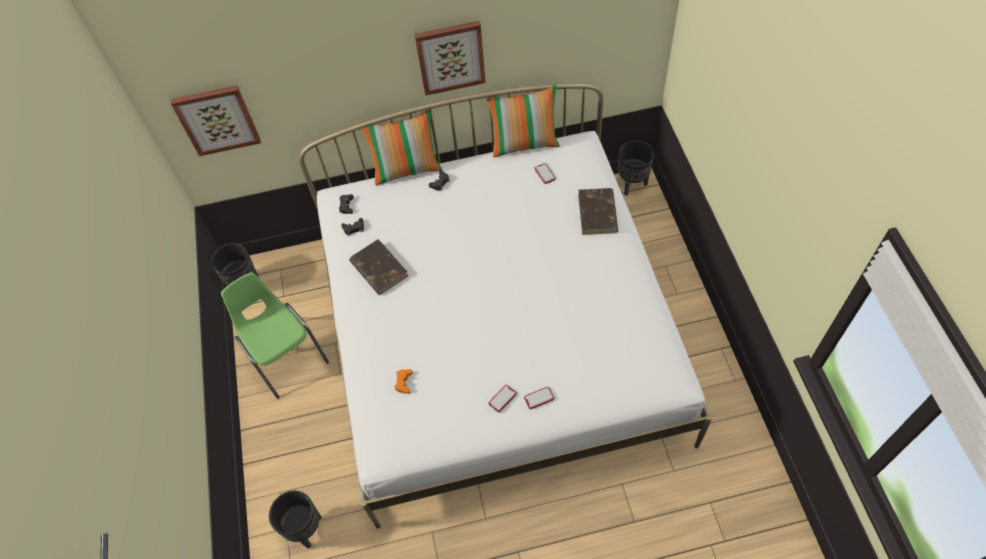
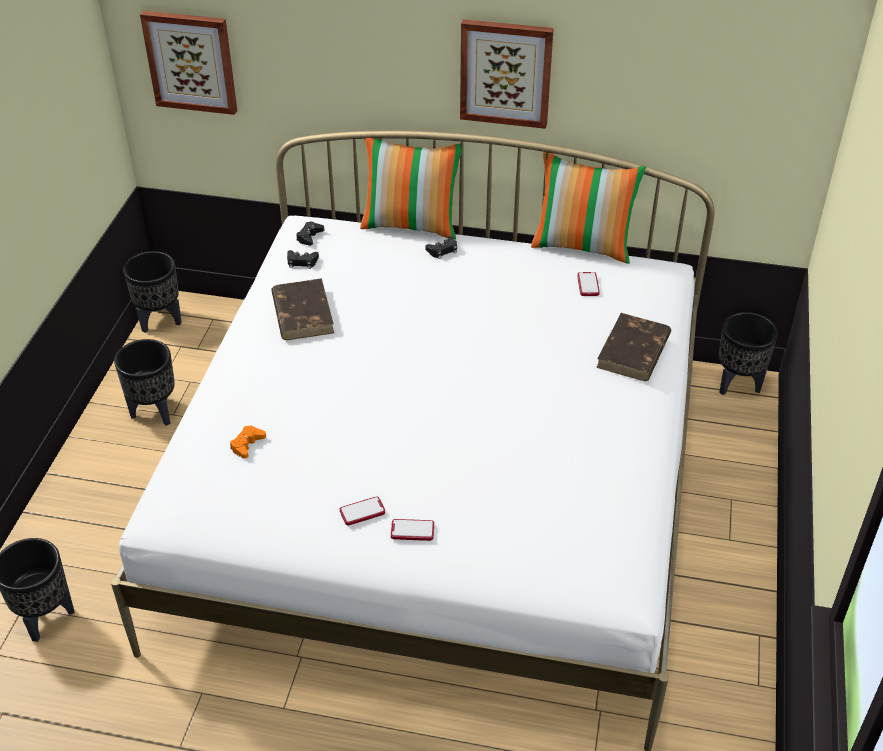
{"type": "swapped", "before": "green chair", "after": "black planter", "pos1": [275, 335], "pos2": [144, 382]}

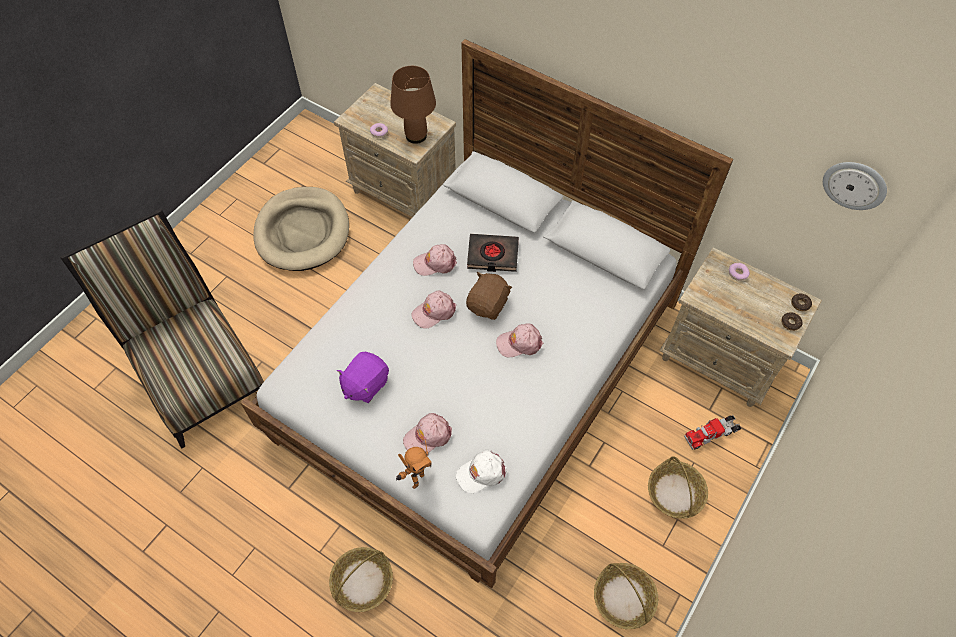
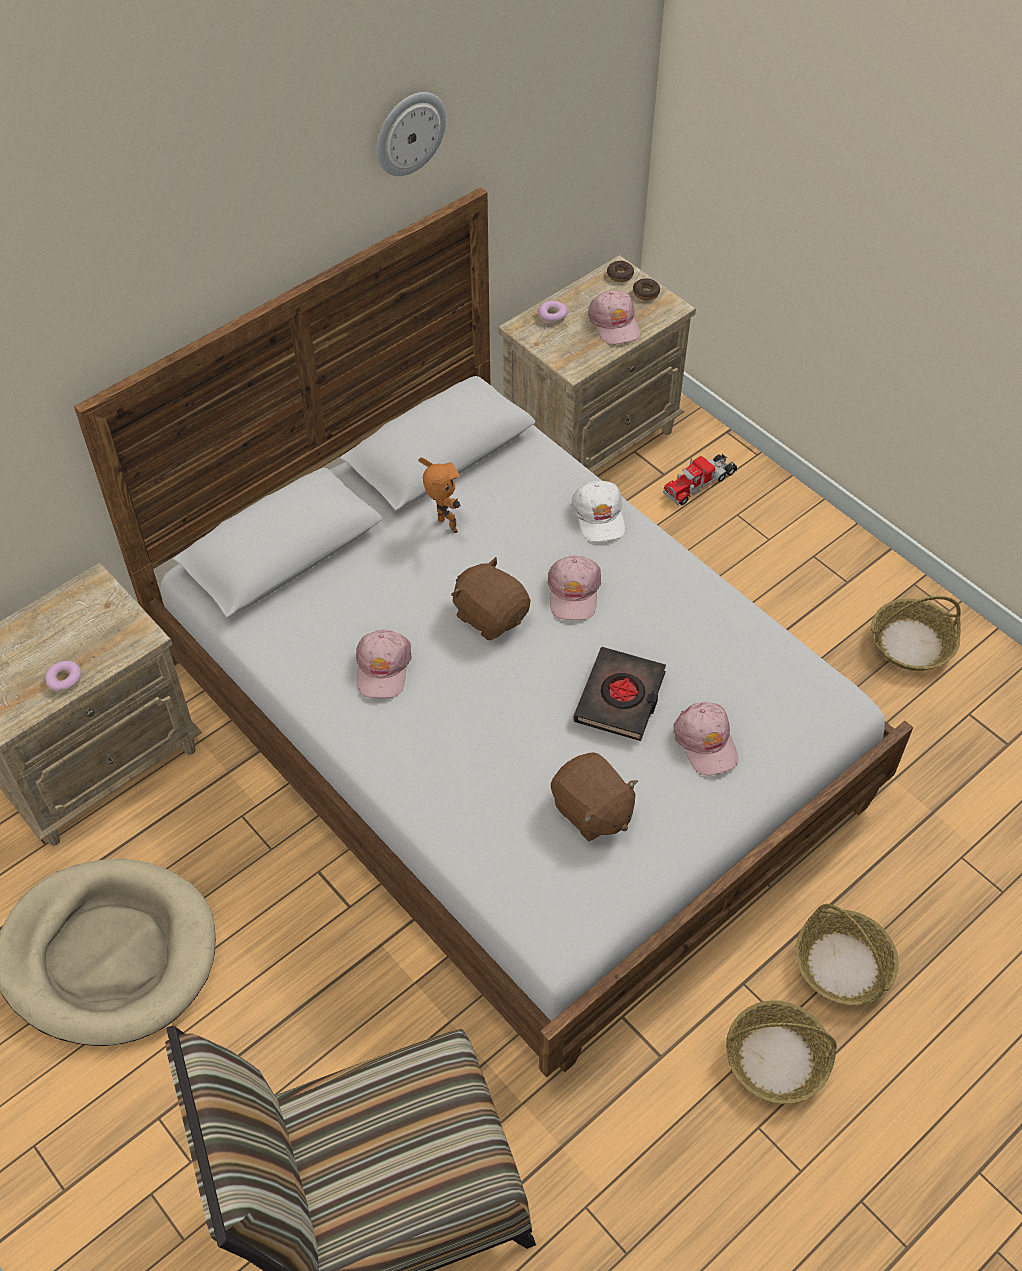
{"type": "repainted", "before": "purple plush toy", "after": "brown plush toy", "pos1": [363, 377], "pos2": [594, 796]}
{"type": "gone", "before": "brown table lamp", "pos1": [413, 105]}
{"type": "shifted", "before": "toy robot", "pos1": [414, 464], "pos2": [439, 495]}
{"type": "shifted", "before": "pink cap", "pos1": [433, 310], "pos2": [614, 317]}
{"type": "shifted", "before": "white cap", "pos1": [481, 471], "pos2": [598, 511]}
{"type": "shifted", "before": "black book", "pos1": [493, 253], "pos2": [619, 694]}
{"type": "shifted", "before": "basket", "pos1": [678, 487], "pos2": [781, 1052]}
{"type": "rotated", "before": "toy truck", "pos1": [712, 432], "pos2": [700, 480], "turn": 60}
{"type": "shifted", "before": "wall clock", "pos1": [855, 186], "pos2": [411, 134]}

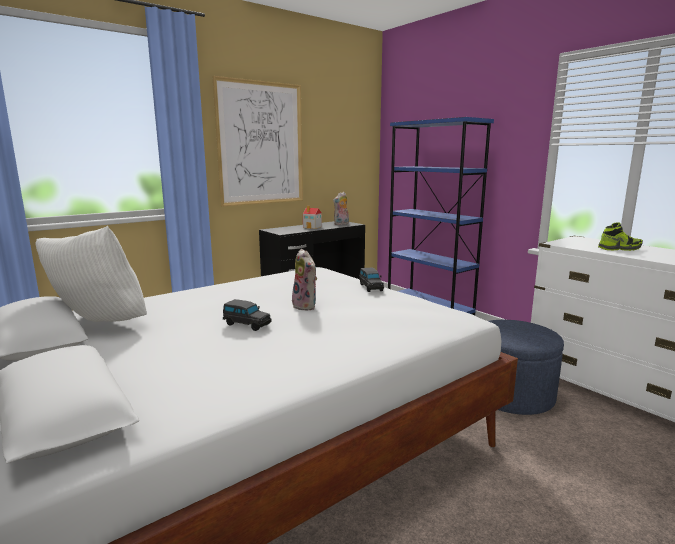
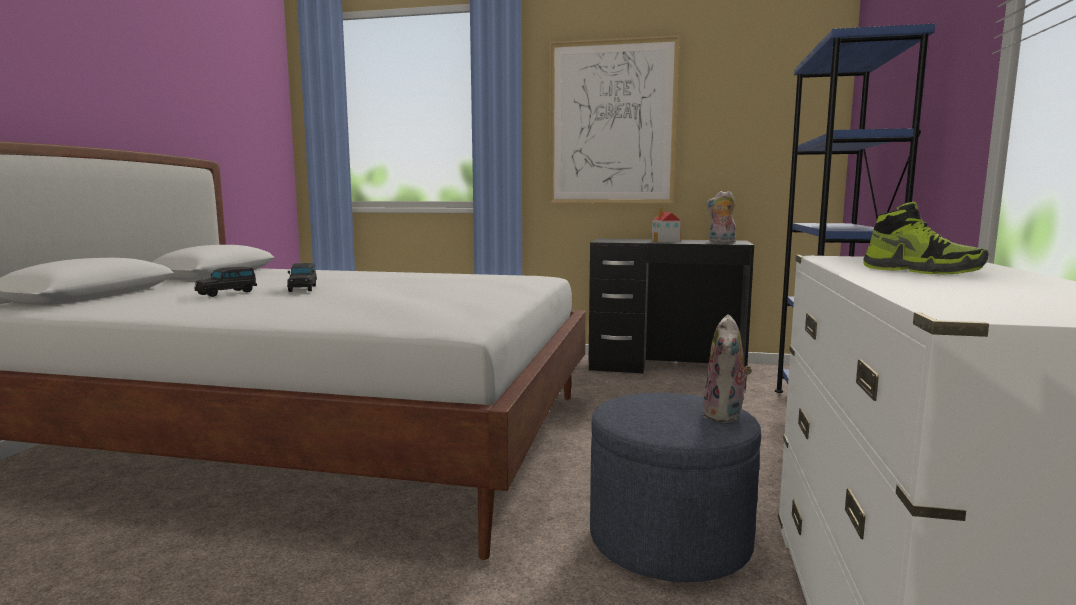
{"type": "gone", "before": "white pillow", "pos1": [91, 274]}
{"type": "shifted", "before": "plush toy", "pos1": [304, 279], "pos2": [727, 368]}
{"type": "shifted", "before": "black toy car", "pos1": [371, 279], "pos2": [225, 282]}

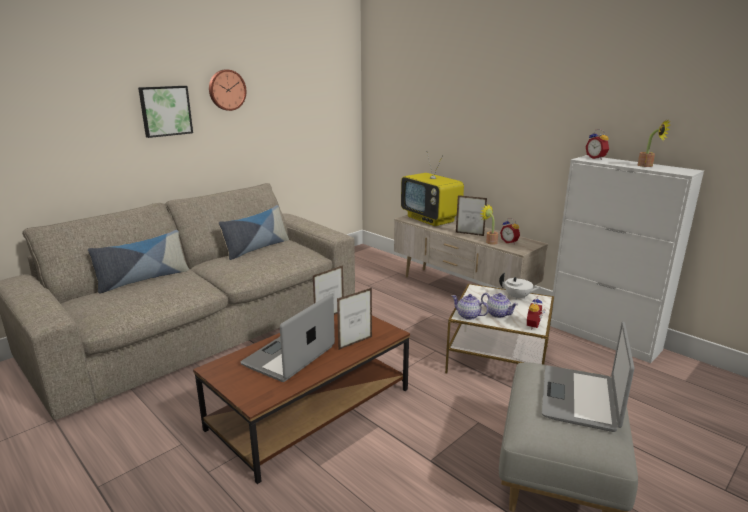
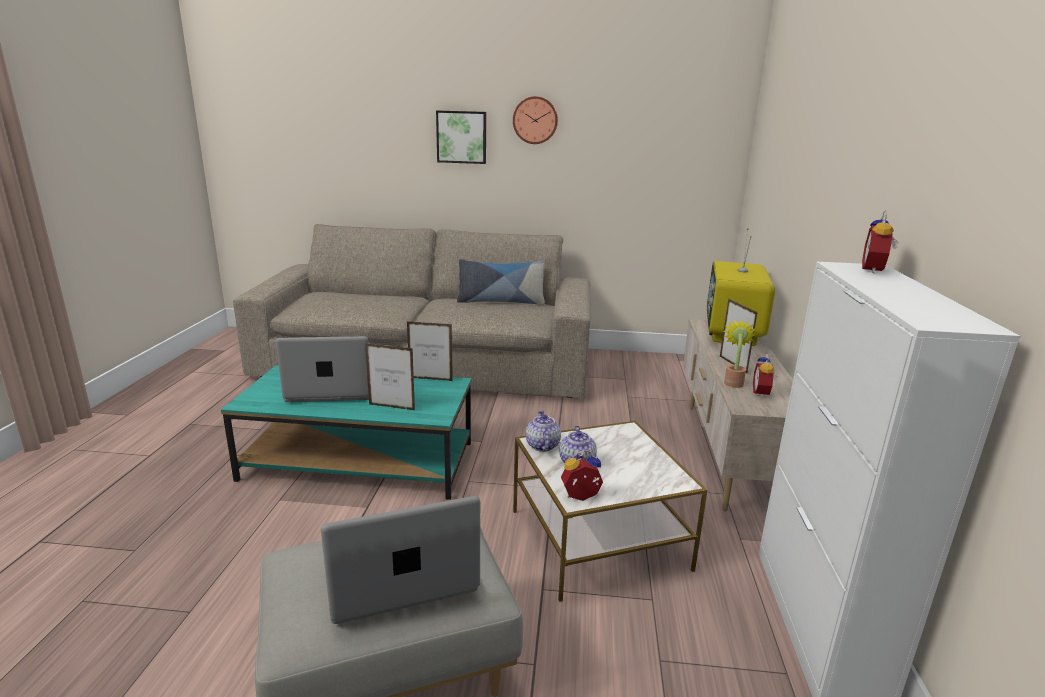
{"type": "gone", "before": "pillow", "pos1": [138, 261]}
{"type": "repainted", "before": "brown coffee table", "after": "turquoise coffee table", "pos1": [301, 399], "pos2": [346, 432]}
{"type": "gone", "before": "white teapot", "pos1": [520, 286]}
{"type": "gone", "before": "potted plant", "pos1": [654, 143]}

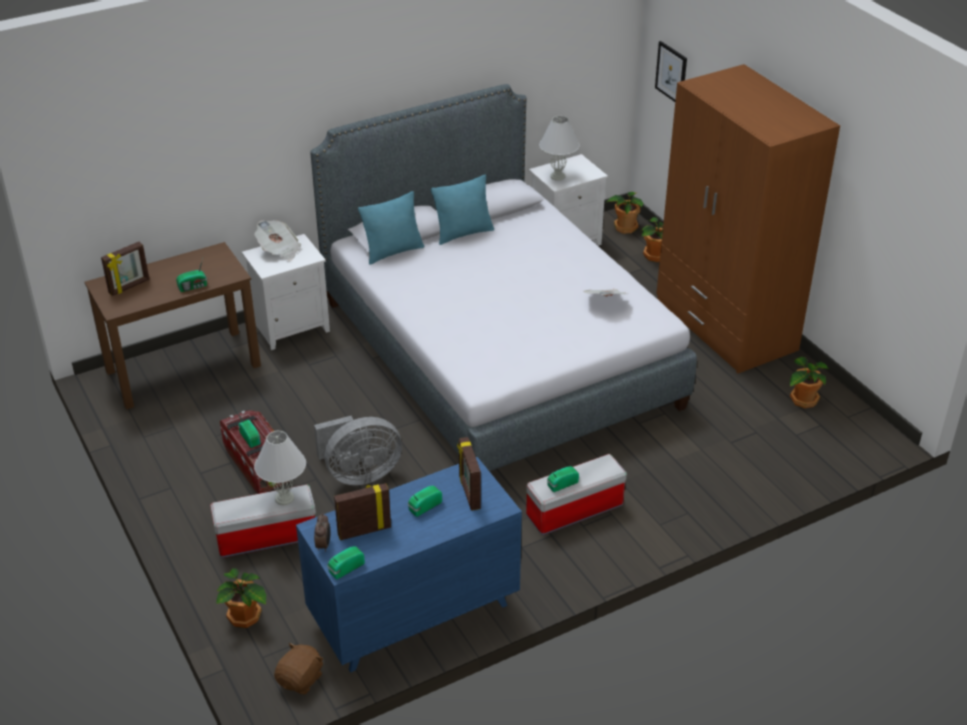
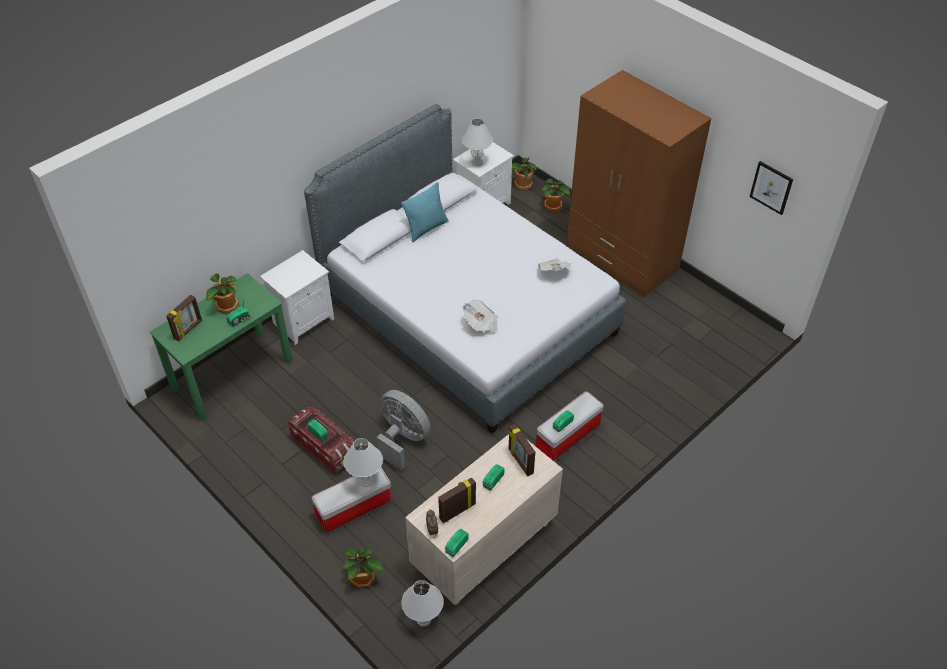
{"type": "repainted", "before": "brown desk", "after": "green desk", "pos1": [173, 326], "pos2": [221, 347]}
{"type": "shifted", "before": "newspaper", "pos1": [277, 240], "pos2": [480, 317]}
{"type": "swapped", "before": "brown plush toy", "after": "white table lamp", "pos1": [298, 669], "pos2": [422, 603]}
{"type": "repainted", "before": "blue dresser", "after": "beige dresser", "pos1": [409, 565], "pos2": [484, 519]}
{"type": "rotated", "before": "grey fan", "pos1": [358, 450], "pos2": [403, 430], "turn": -105}
{"type": "gone", "before": "turquoise pillow", "pos1": [391, 228]}
{"type": "shifted", "before": "picture", "pos1": [671, 71], "pos2": [771, 188]}
{"type": "shifted", "before": "potted plant", "pos1": [810, 382], "pos2": [222, 293]}

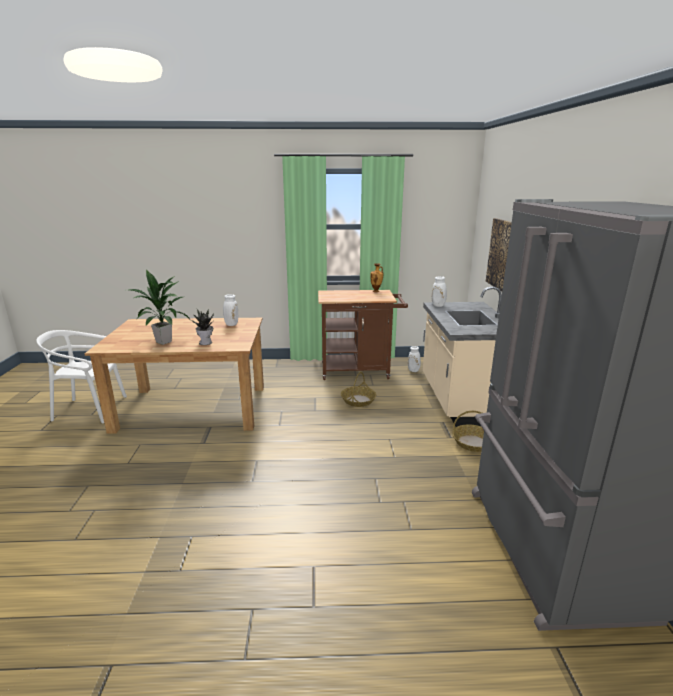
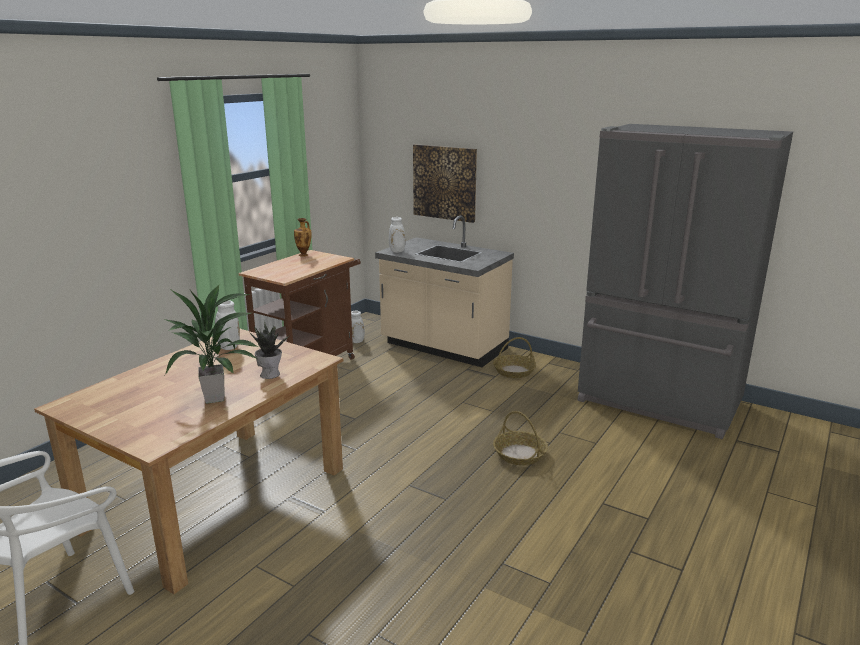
{"type": "shifted", "before": "basket", "pos1": [358, 389], "pos2": [520, 438]}

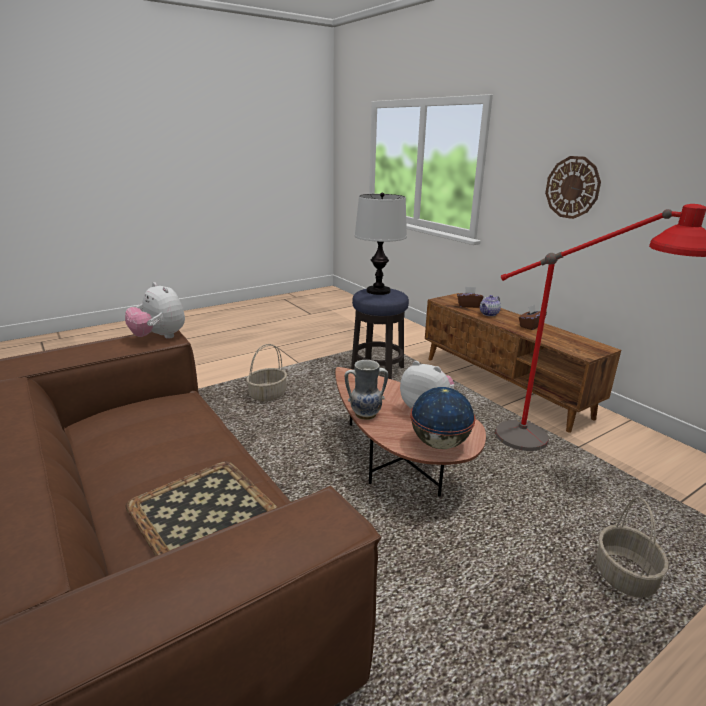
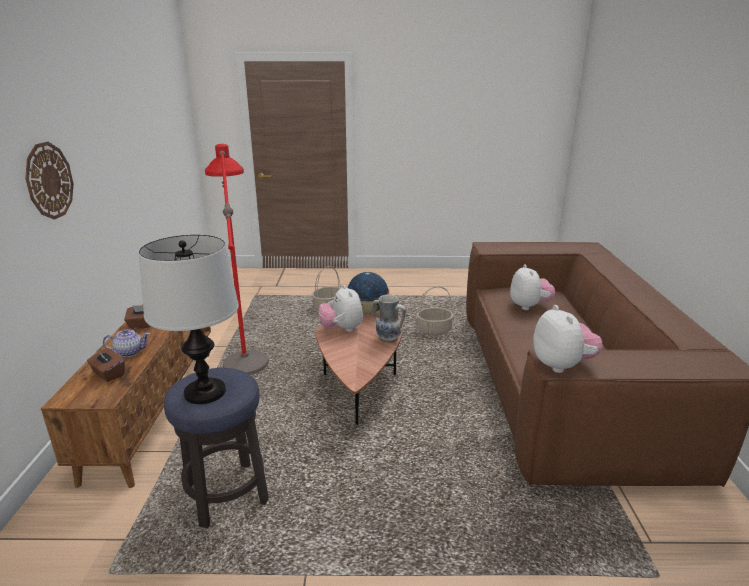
{"type": "swapped", "before": "tray", "after": "plush toy", "pos1": [201, 508], "pos2": [532, 287]}
{"type": "shifted", "before": "basket", "pos1": [266, 372], "pos2": [435, 311]}

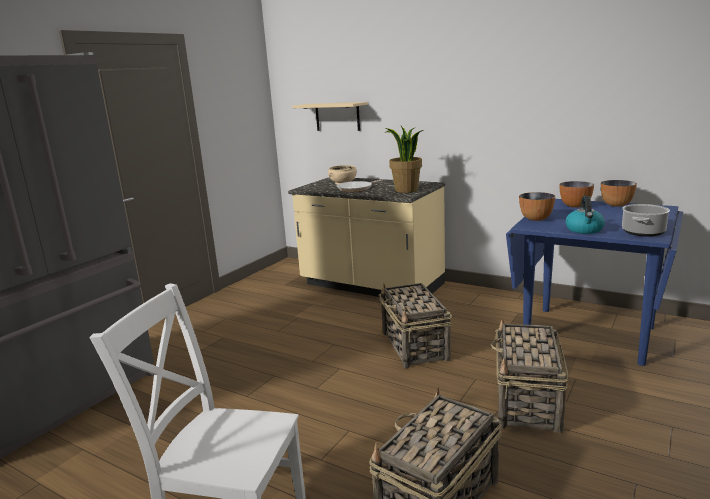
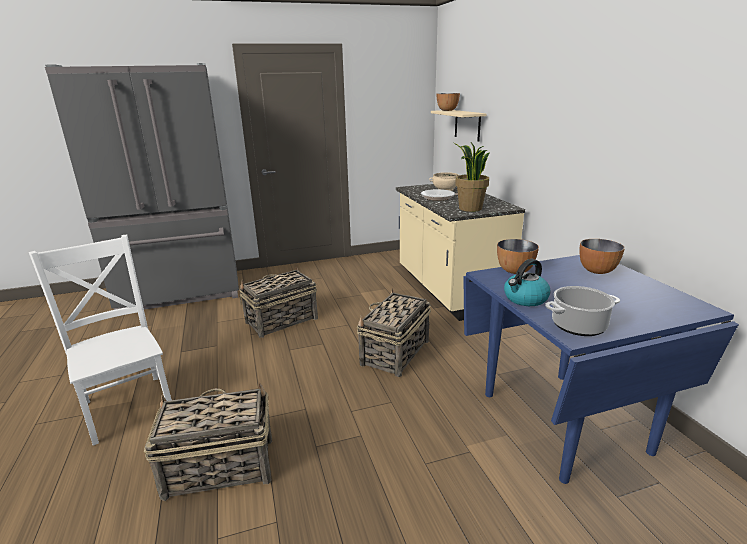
{"type": "shifted", "before": "basket", "pos1": [529, 375], "pos2": [278, 302]}
{"type": "shifted", "before": "bowl", "pos1": [619, 193], "pos2": [448, 102]}

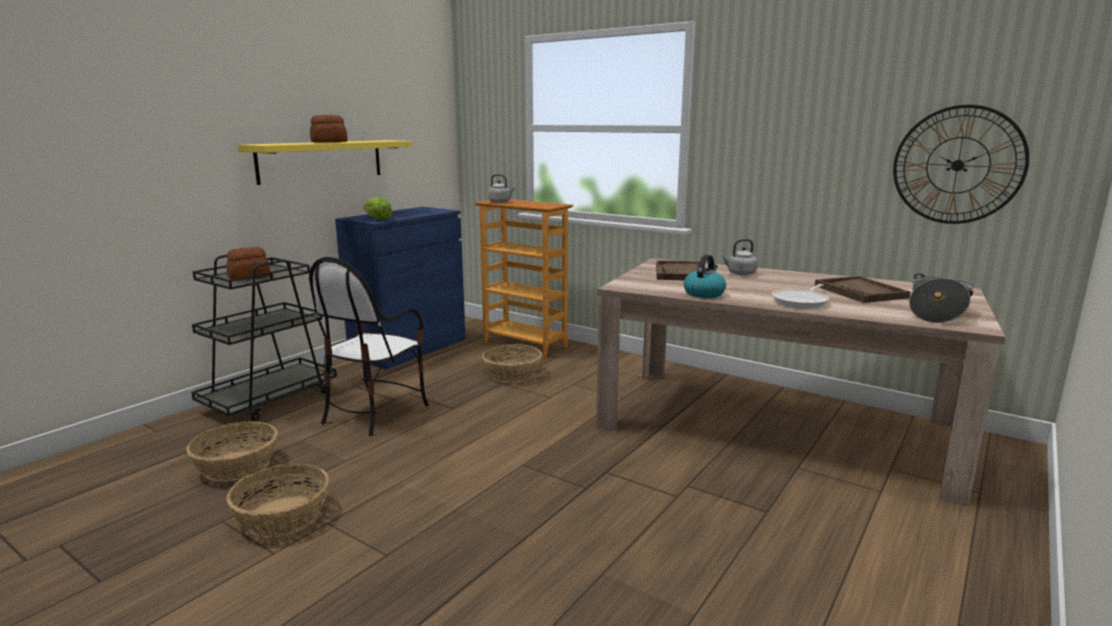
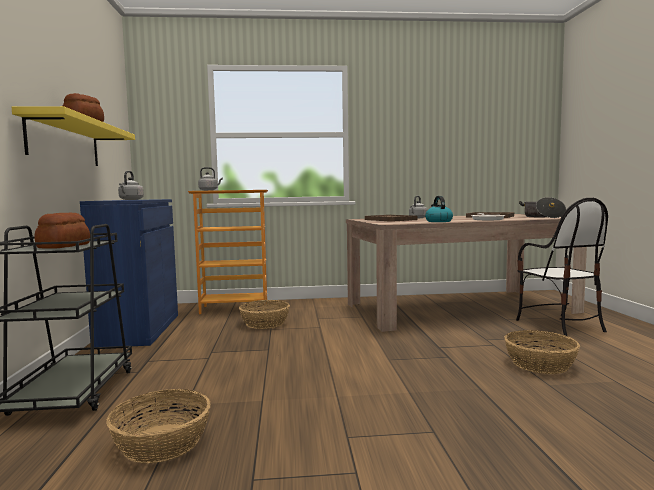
{"type": "shifted", "before": "basket", "pos1": [278, 500], "pos2": [542, 352]}
{"type": "shifted", "before": "chair", "pos1": [369, 346], "pos2": [562, 267]}
{"type": "swapped", "before": "lettuce", "after": "grey kettle", "pos1": [377, 208], "pos2": [131, 185]}
{"type": "gone", "before": "wall clock", "pos1": [961, 164]}

